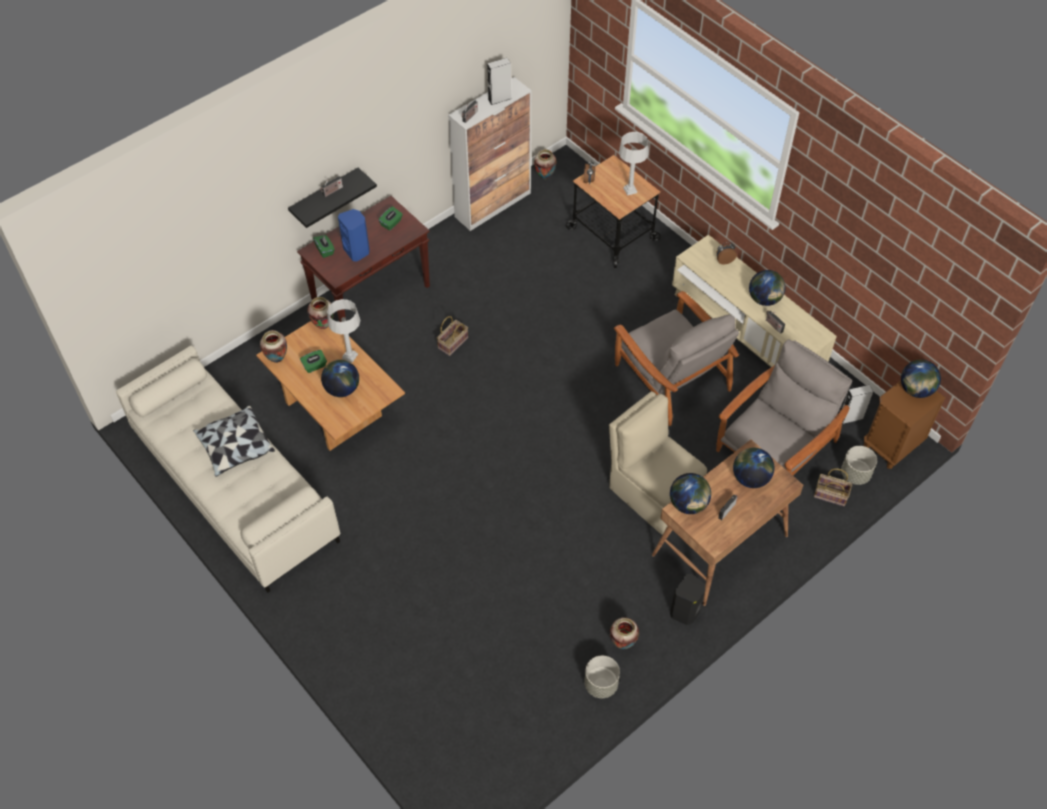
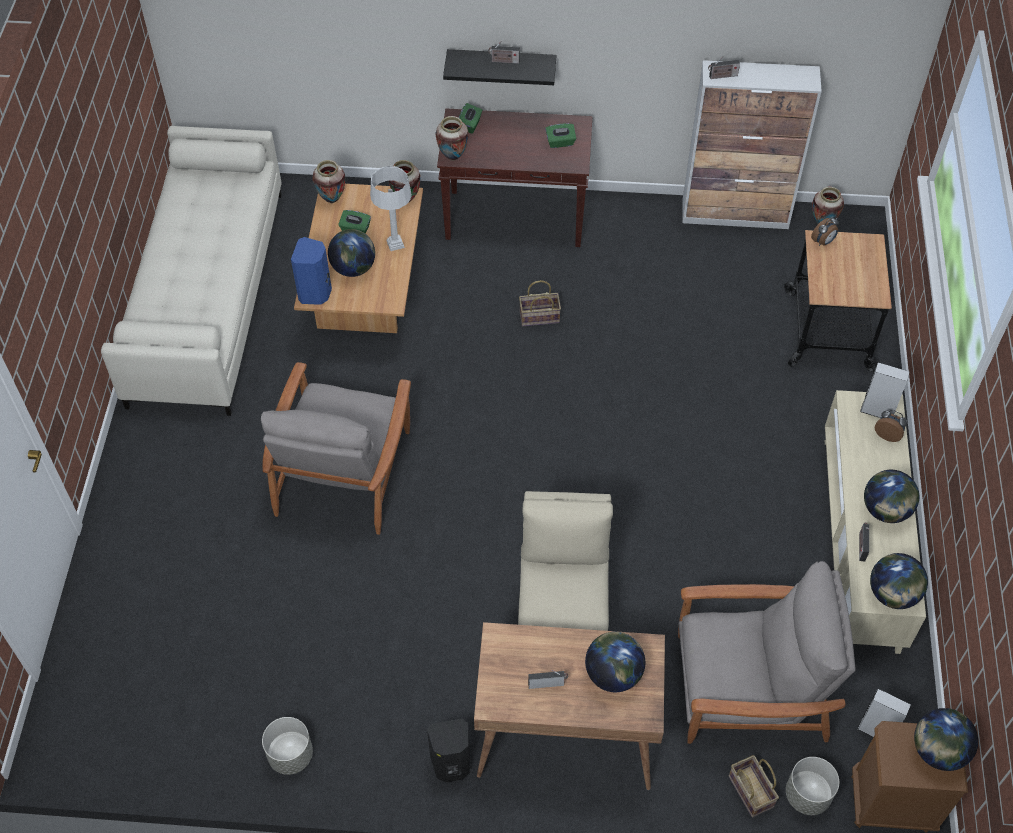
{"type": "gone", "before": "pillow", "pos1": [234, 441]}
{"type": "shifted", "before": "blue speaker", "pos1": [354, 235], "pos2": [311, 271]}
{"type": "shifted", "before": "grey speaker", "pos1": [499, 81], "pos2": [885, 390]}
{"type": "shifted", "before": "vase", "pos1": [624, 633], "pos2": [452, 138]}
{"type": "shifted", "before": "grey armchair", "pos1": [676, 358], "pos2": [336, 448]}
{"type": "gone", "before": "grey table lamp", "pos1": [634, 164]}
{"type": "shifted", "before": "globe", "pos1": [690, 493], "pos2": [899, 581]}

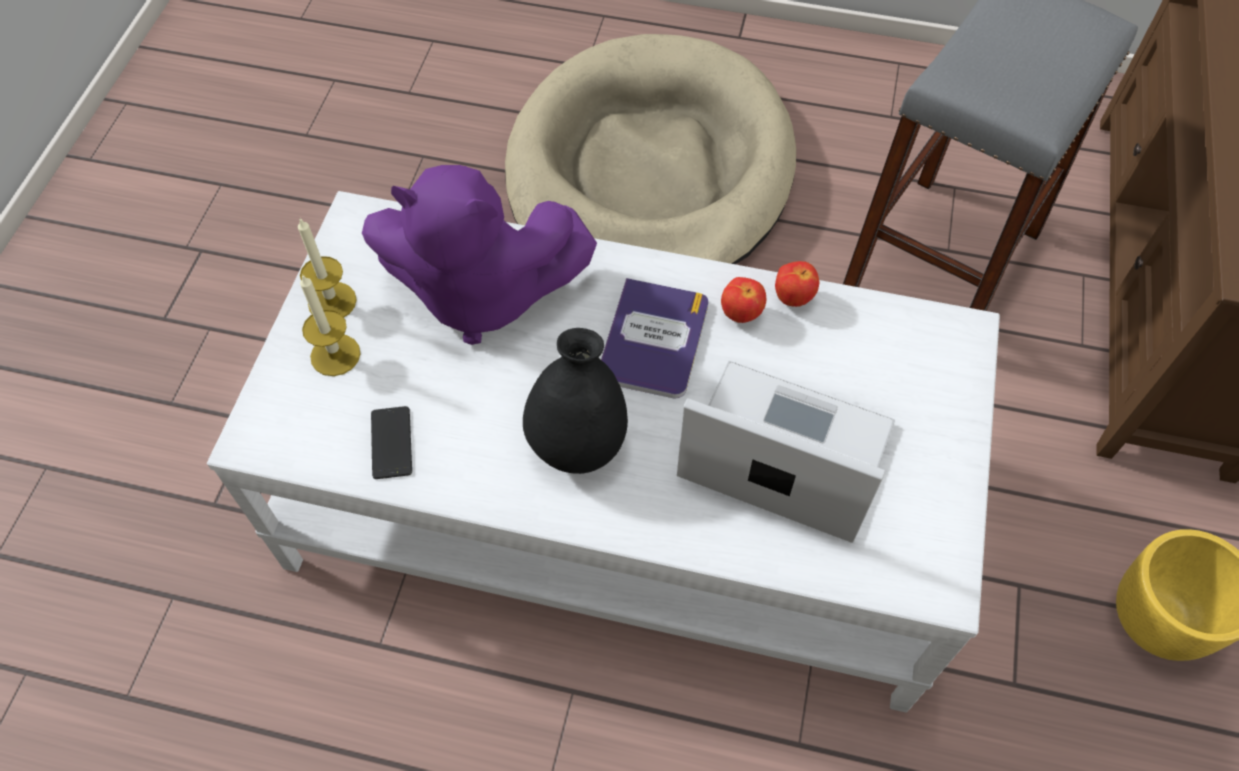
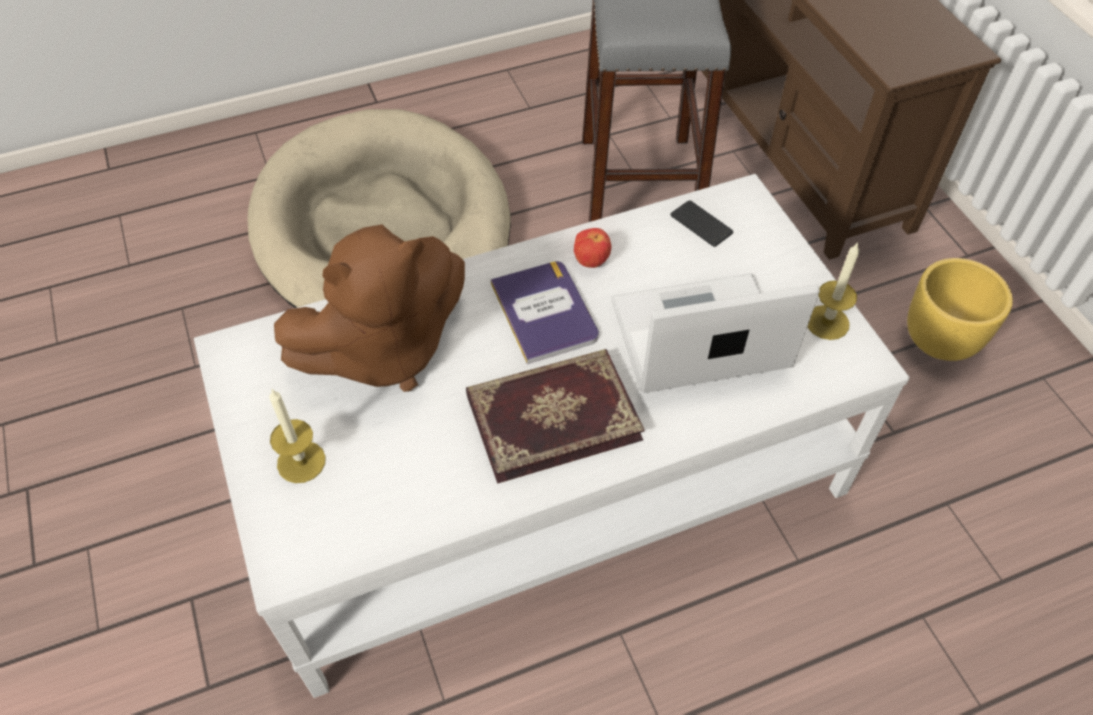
{"type": "shifted", "before": "candle", "pos1": [327, 267], "pos2": [834, 291]}
{"type": "repainted", "before": "purple plush toy", "after": "brown plush toy", "pos1": [479, 255], "pos2": [369, 308]}
{"type": "shifted", "before": "phone", "pos1": [391, 442], "pos2": [701, 223]}
{"type": "swapped", "before": "black vase", "after": "book", "pos1": [575, 401], "pos2": [555, 416]}
{"type": "gone", "before": "apple", "pos1": [797, 284]}

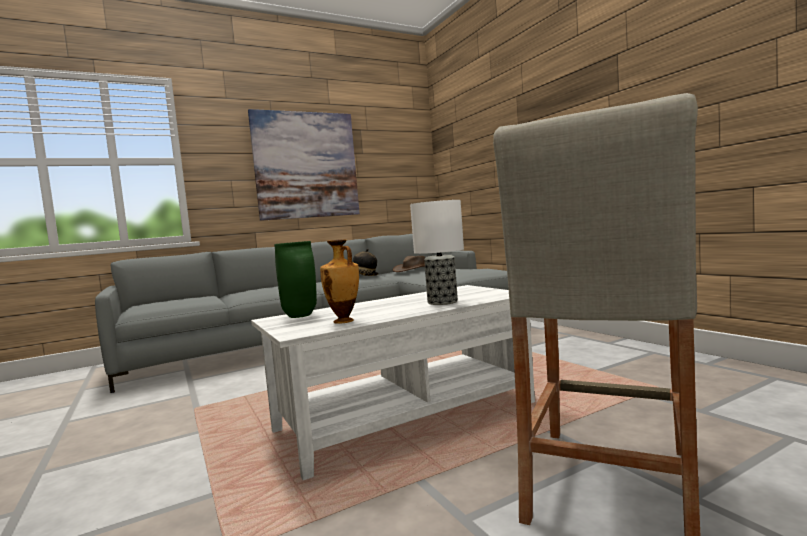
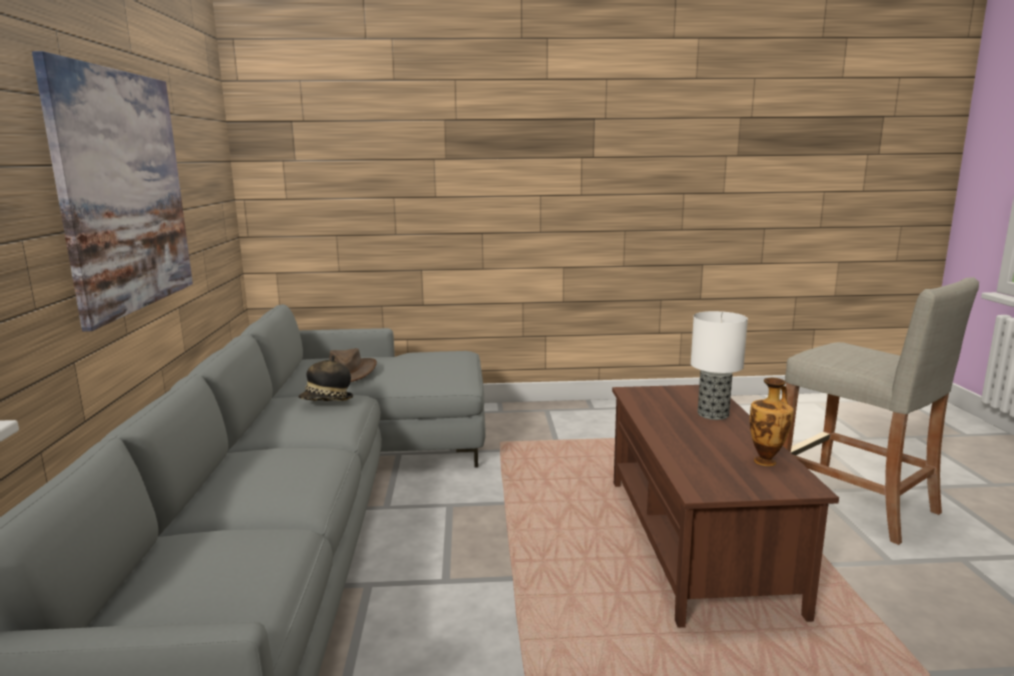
{"type": "repainted", "before": "white coffee table", "after": "brown coffee table", "pos1": [393, 382], "pos2": [725, 506]}
{"type": "gone", "before": "green vase", "pos1": [295, 279]}

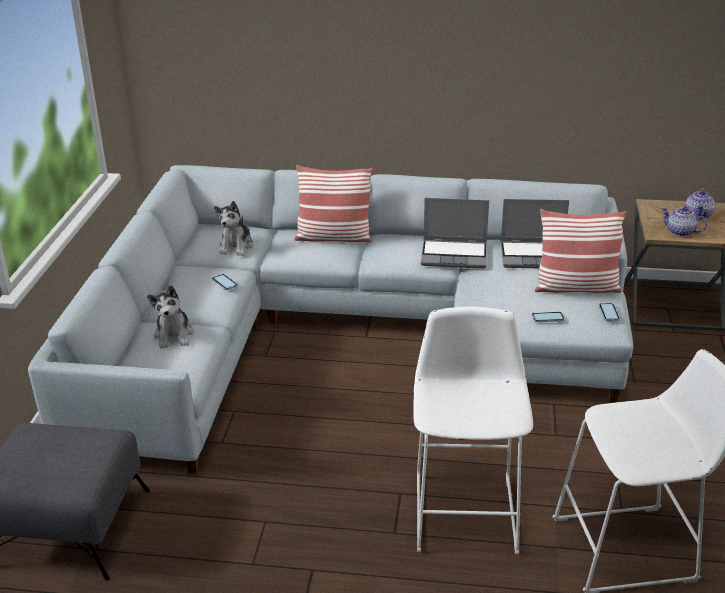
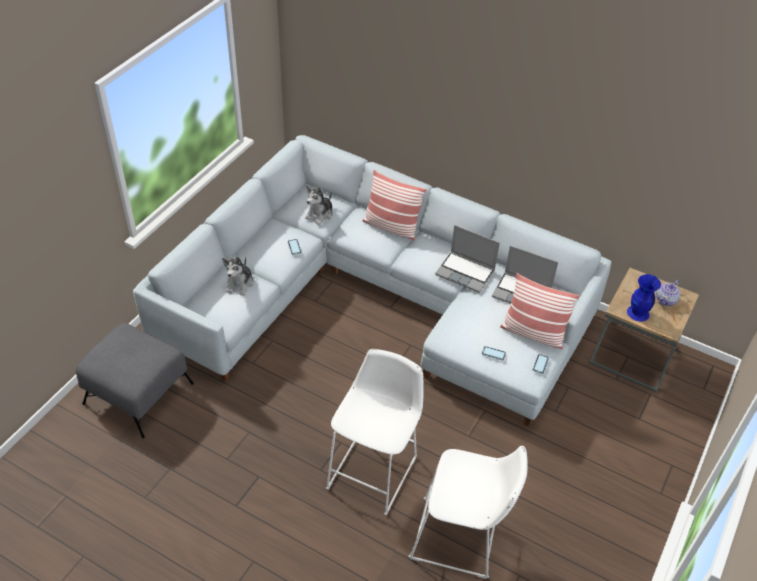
{"type": "swapped", "before": "teapot", "after": "blue vase", "pos1": [684, 222], "pos2": [644, 298]}

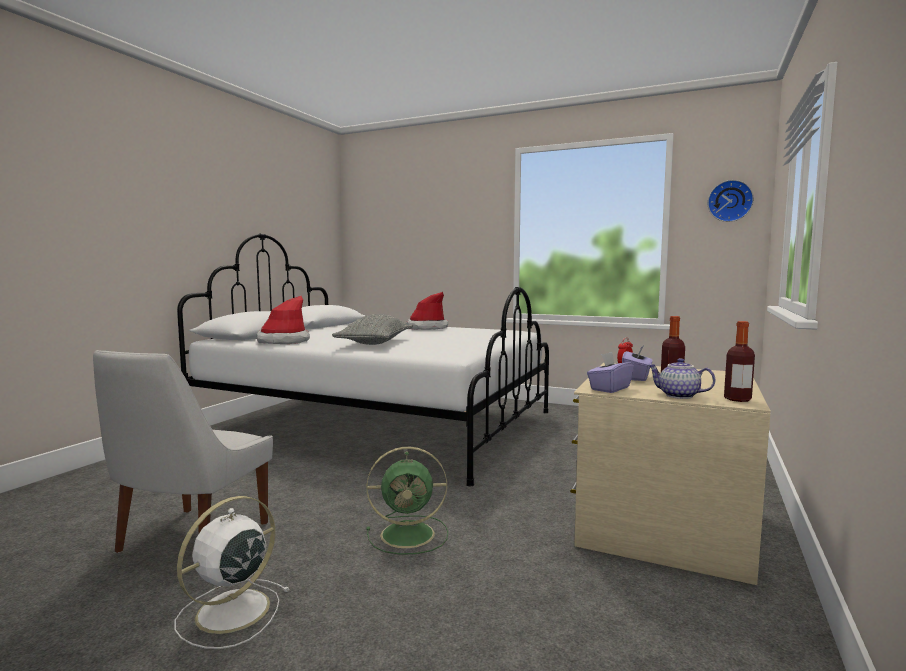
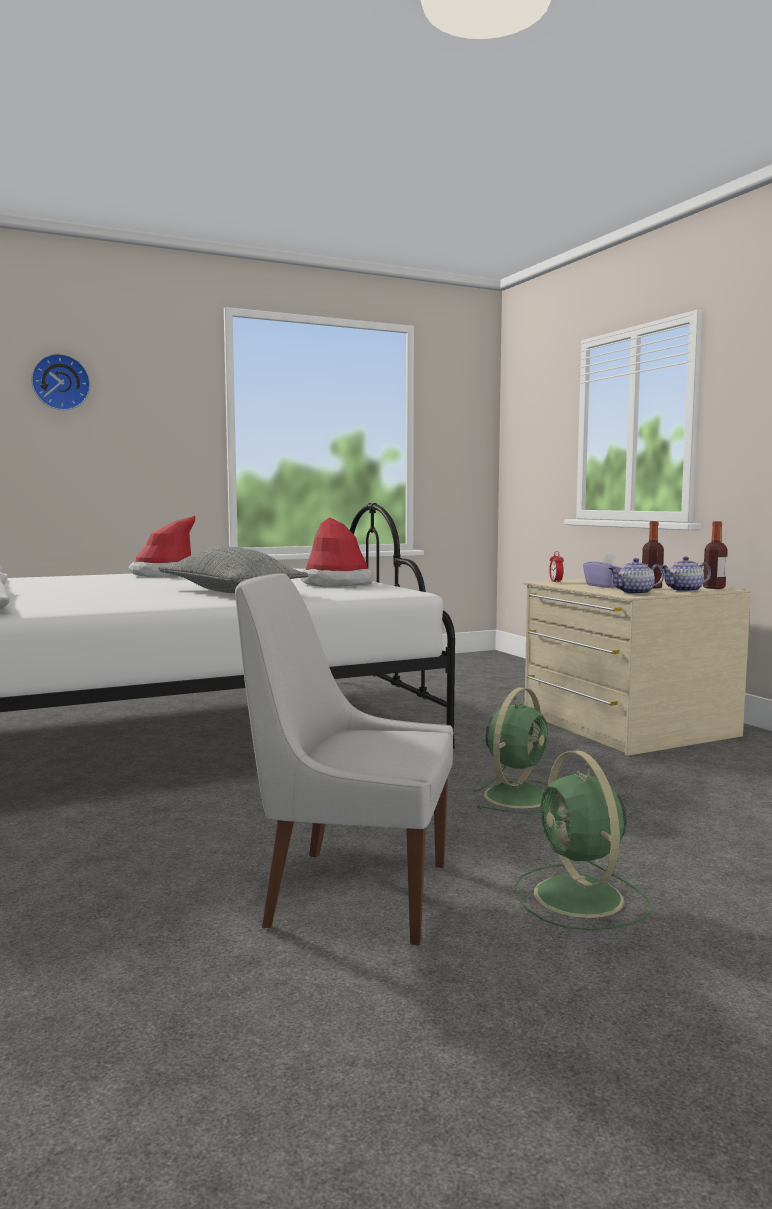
{"type": "rotated", "before": "white chair", "pos1": [183, 451], "pos2": [344, 759], "turn": 135}
{"type": "repainted", "before": "white fan", "after": "green fan", "pos1": [232, 572], "pos2": [583, 840]}
{"type": "shifted", "before": "hat", "pos1": [283, 320], "pos2": [337, 552]}
{"type": "swapped", "before": "purple tissue box", "after": "teapot", "pos1": [610, 372], "pos2": [636, 576]}
{"type": "shifted", "before": "wall clock", "pos1": [731, 201], "pos2": [60, 381]}

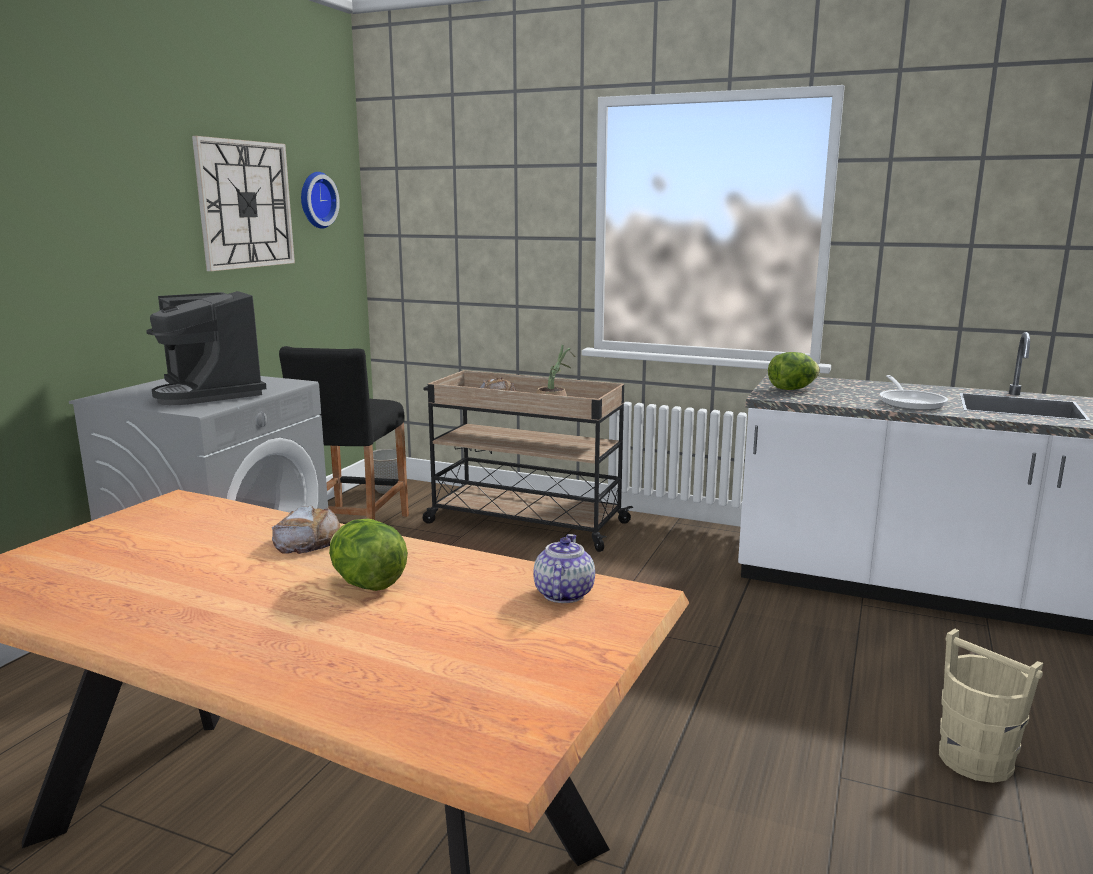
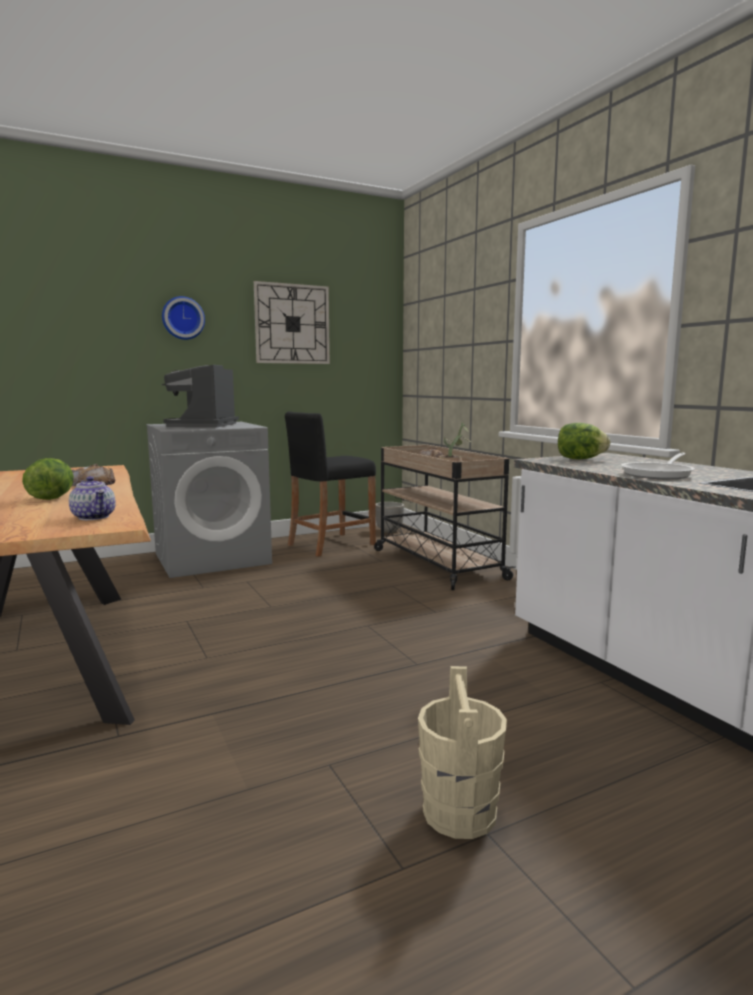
{"type": "shifted", "before": "wall clock", "pos1": [320, 200], "pos2": [183, 318]}
{"type": "rotated", "before": "teapot", "pos1": [564, 568], "pos2": [92, 498], "turn": 90}

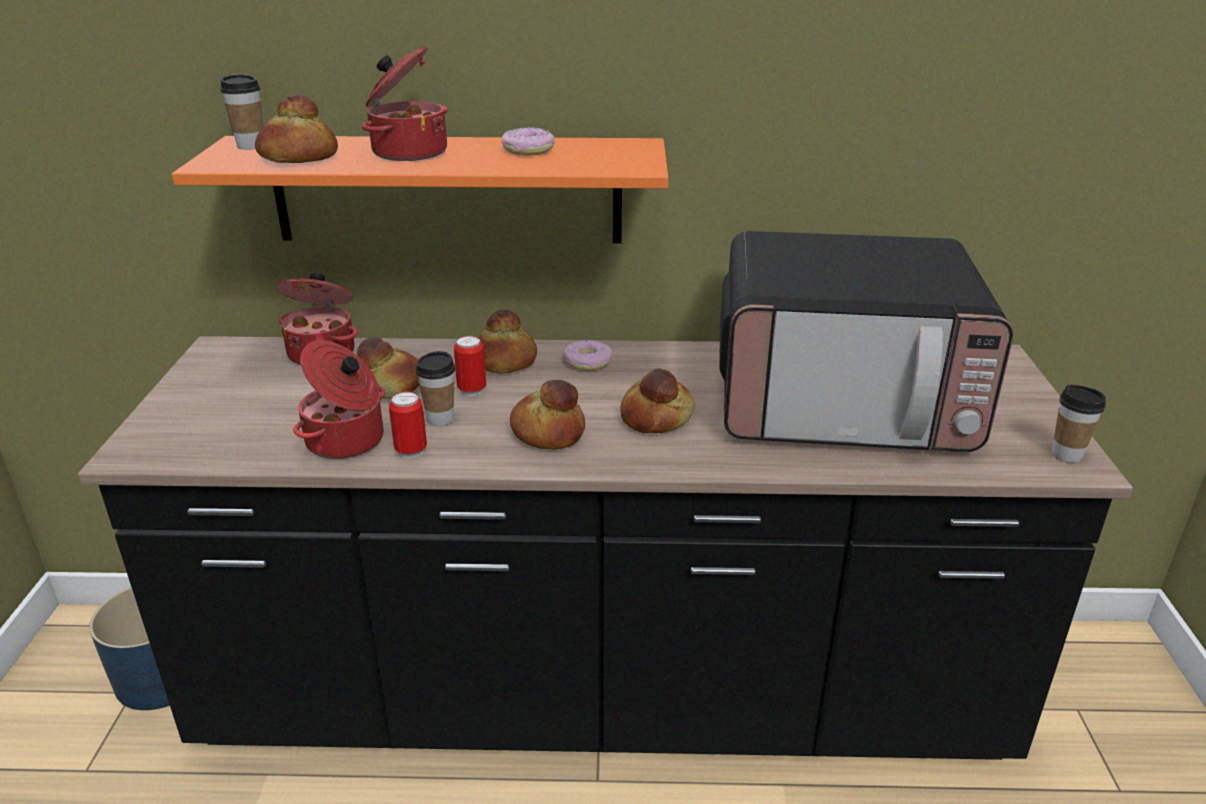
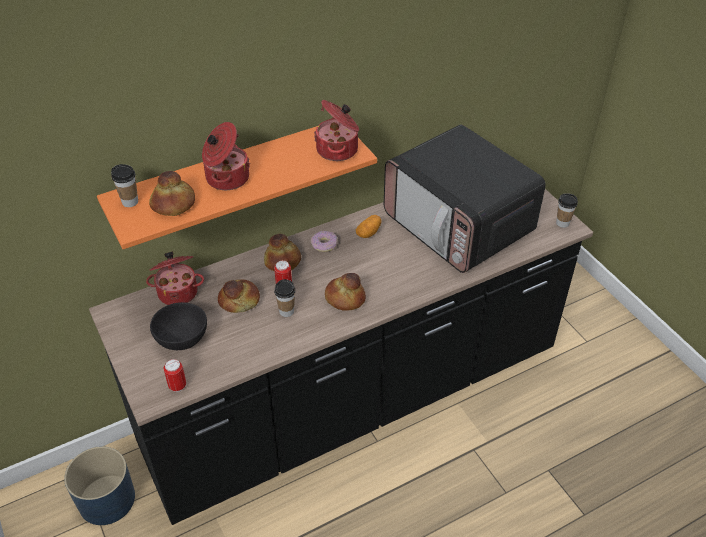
{"type": "shifted", "before": "cooking pot", "pos1": [339, 399], "pos2": [336, 130]}
{"type": "shifted", "before": "can", "pos1": [408, 425], "pos2": [175, 375]}
{"type": "gone", "before": "donut", "pos1": [528, 141]}
{"type": "gone", "before": "bread", "pos1": [658, 400]}
{"type": "rotated", "before": "microwave", "pos1": [866, 341], "pos2": [465, 199], "turn": 75}
{"type": "new", "after": "black bowl", "pos2": [178, 326]}
{"type": "new", "after": "potato", "pos2": [369, 226]}

